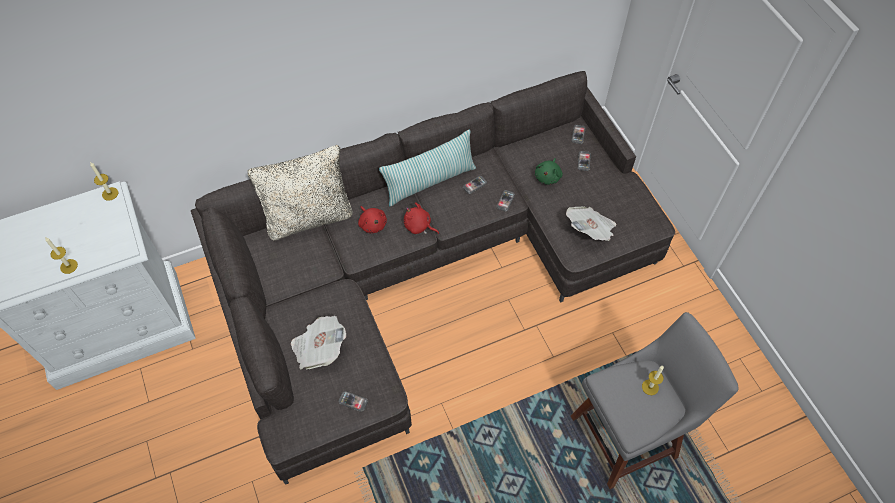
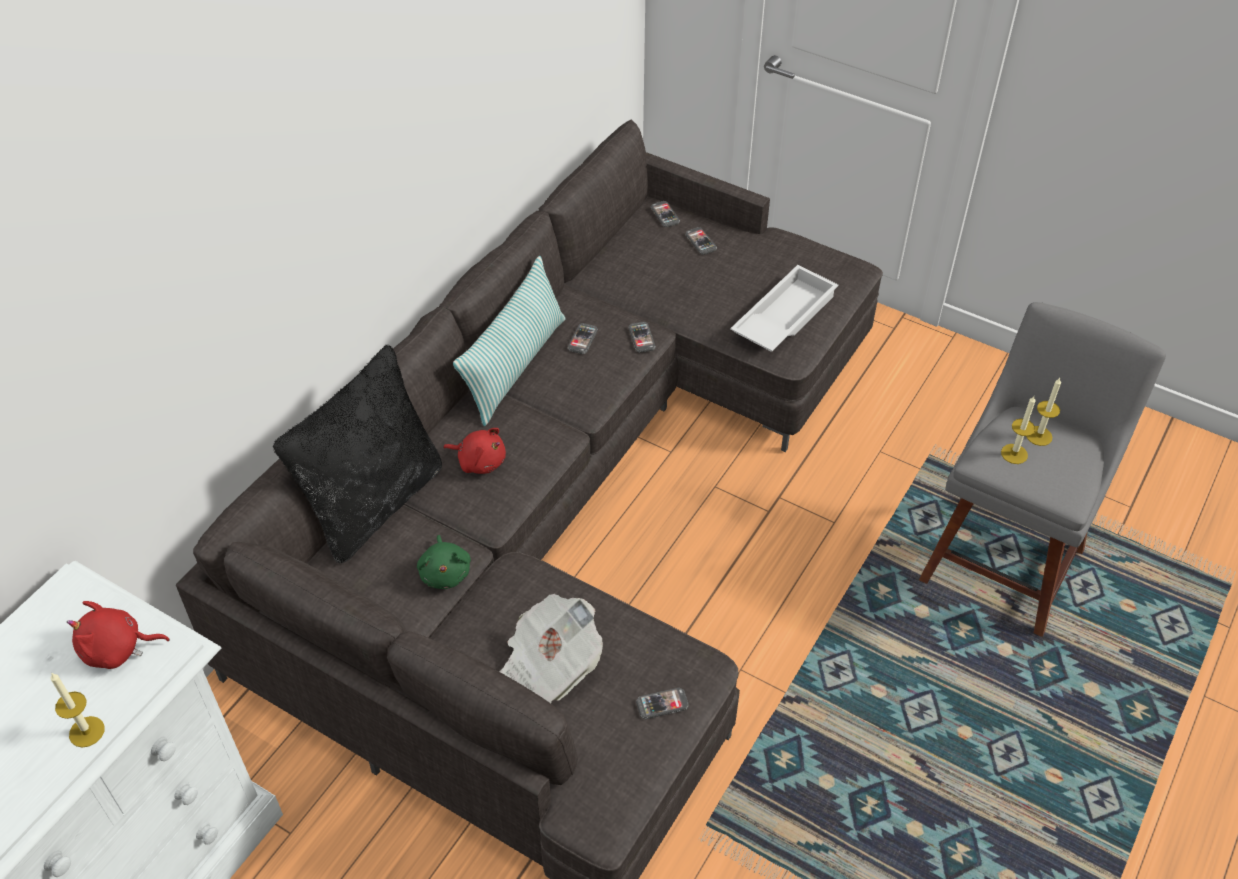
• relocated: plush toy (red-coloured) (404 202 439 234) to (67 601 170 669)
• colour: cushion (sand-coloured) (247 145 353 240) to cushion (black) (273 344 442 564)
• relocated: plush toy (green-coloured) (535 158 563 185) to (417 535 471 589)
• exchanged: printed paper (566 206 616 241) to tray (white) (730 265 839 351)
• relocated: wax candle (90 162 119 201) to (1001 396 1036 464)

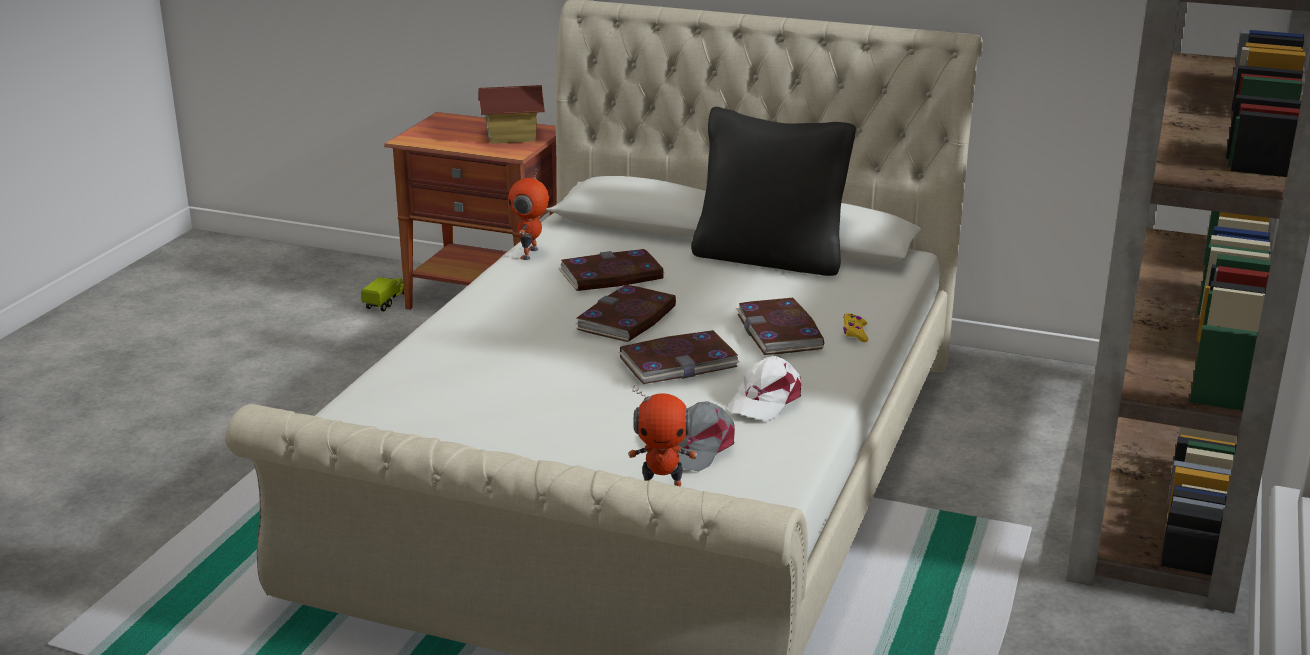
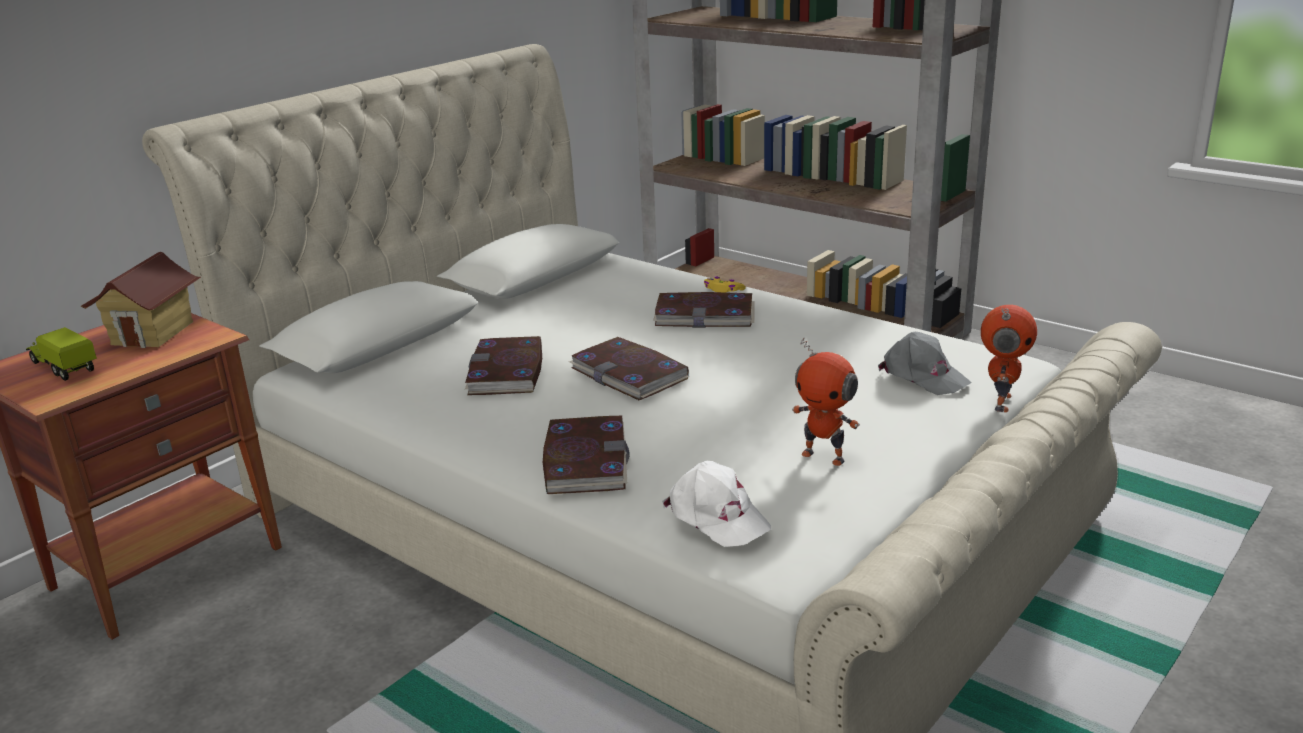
• relocated: model truck (361 277 404 311) to (26 327 97 381)
• relocated: book (618 330 740 384) to (543 416 629 494)
• relocated: baseball cap (white) (729 356 801 421) to (662 461 771 547)
• relocated: robot figure (508 167 549 260) to (792 338 860 466)
• missing: cushion (black) (691 107 856 276)

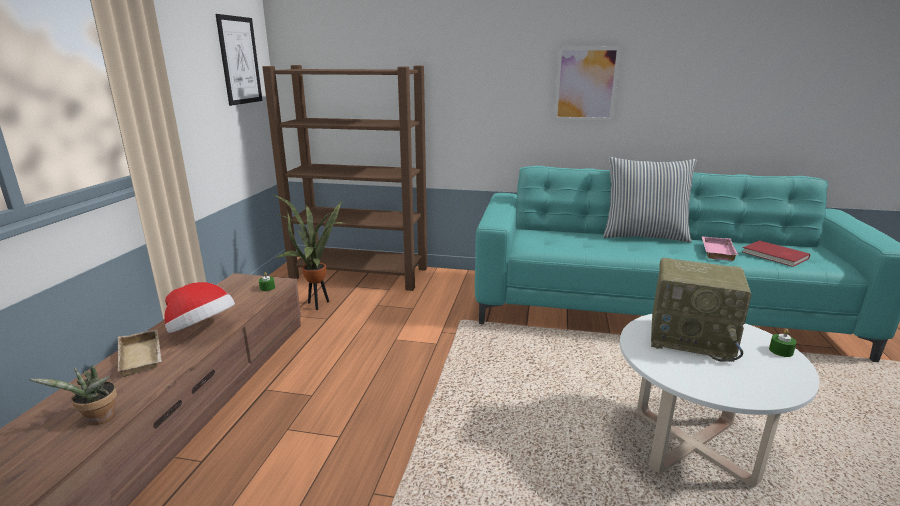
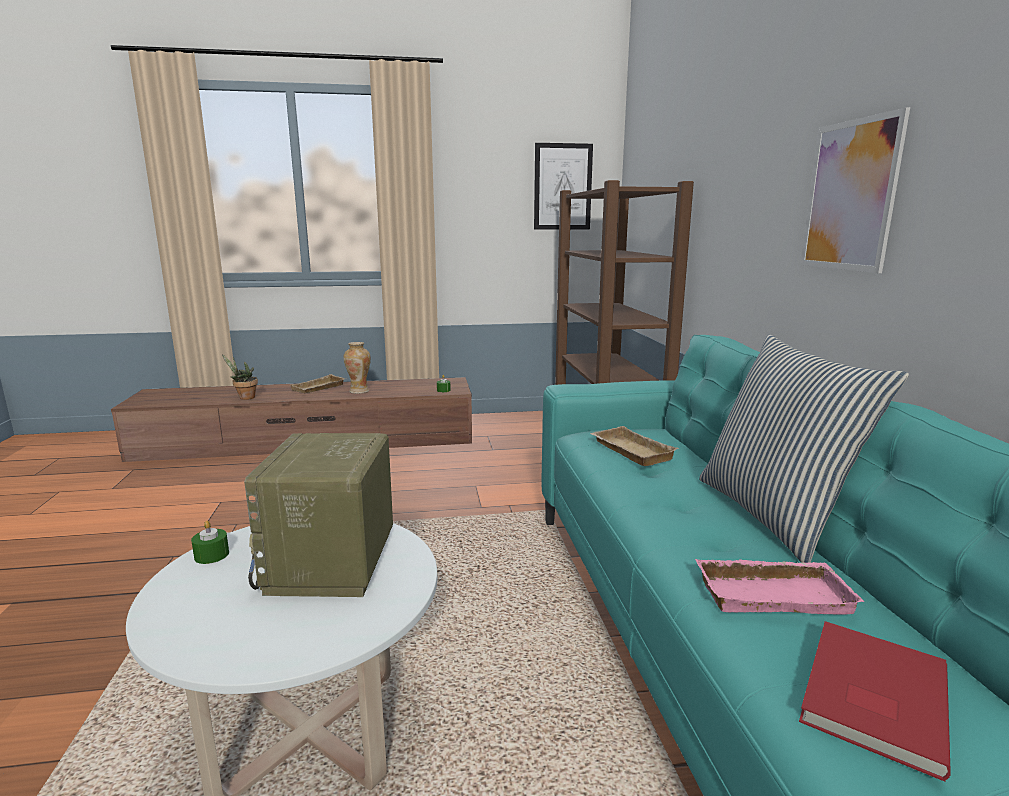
• relocated: wax candle (green-coloured) (769 329 797 357) to (191 521 229 564)
• exchanged: hat (165 282 235 334) to vase (343 342 371 394)
• appeared: tray (sand-coloured) (590 426 679 466)
• missing: potted plant (271 194 343 310)

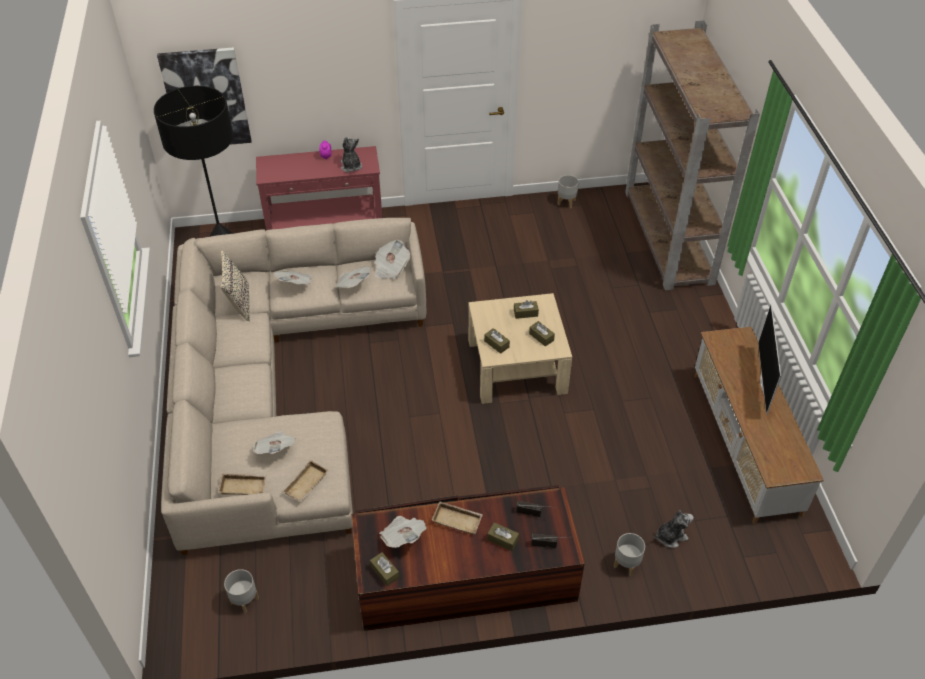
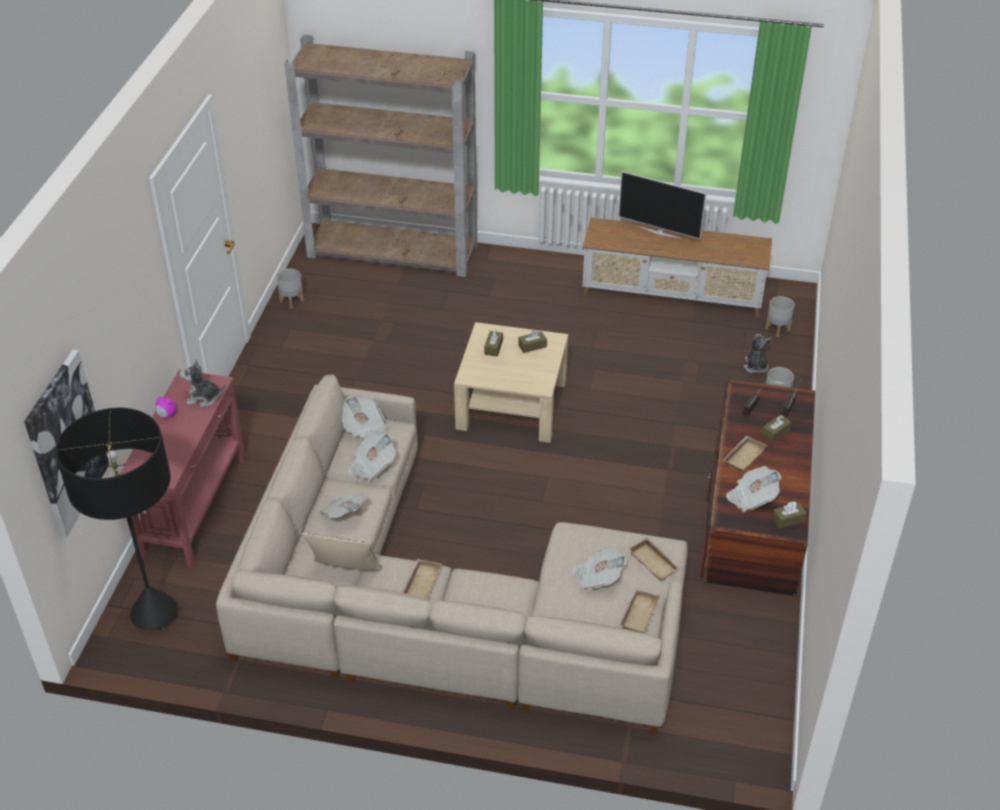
• appeared: tray (sand-coloured) (402 559 442 600)
• relocated: flower pot (grey) (224 569 259 614) to (766 296 794 337)
• missing: tissue box (brown) (484 328 510 354)

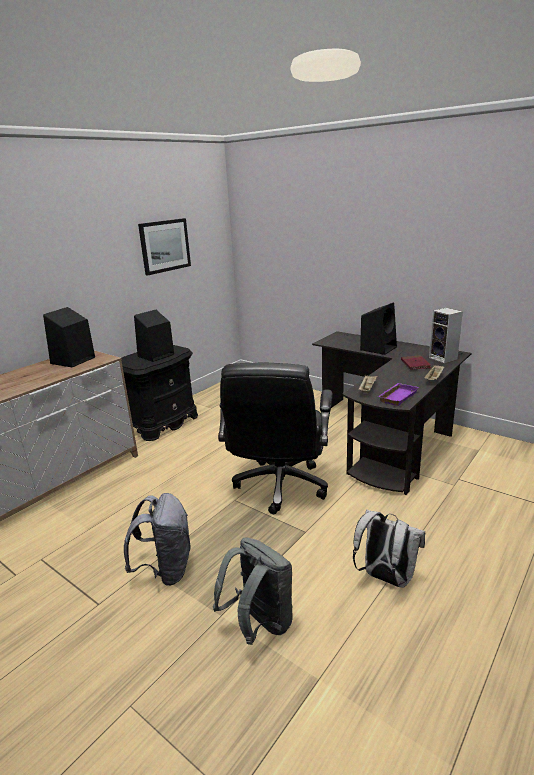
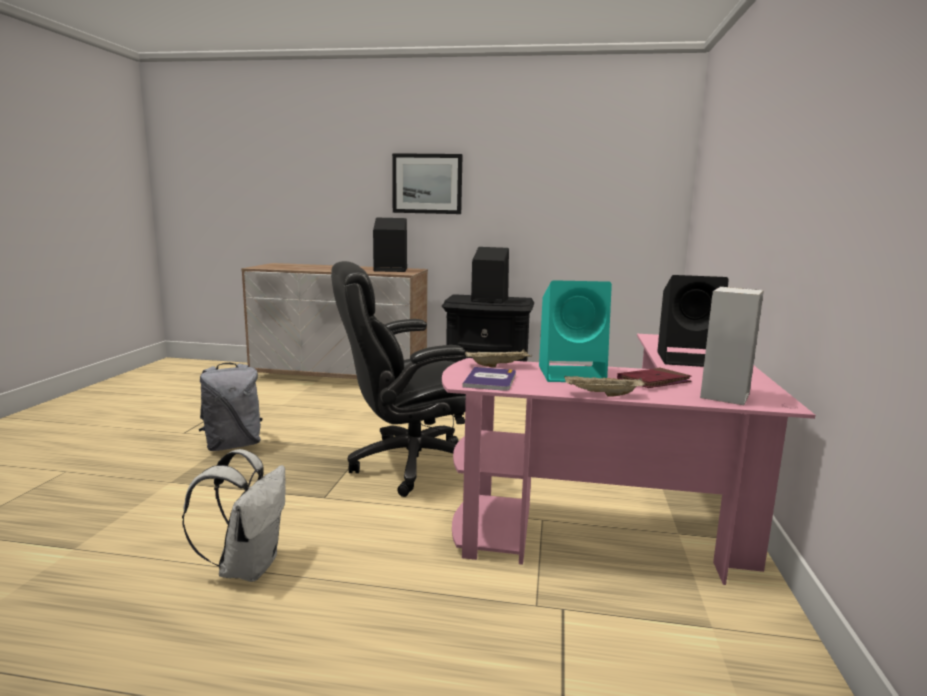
• relocated: picture (138 218 191 276) to (392 153 463 214)
• colour: desk table (black) (312 331 471 495) to desk table (pink) (442 334 815 585)
• exchanged: tray (purple-coloured) (378 383 419 406) to book (462 367 516 391)
• appeared: audio speaker (turquoise) (539 280 612 382)
• missing: backpack (grey) (213 537 293 645)

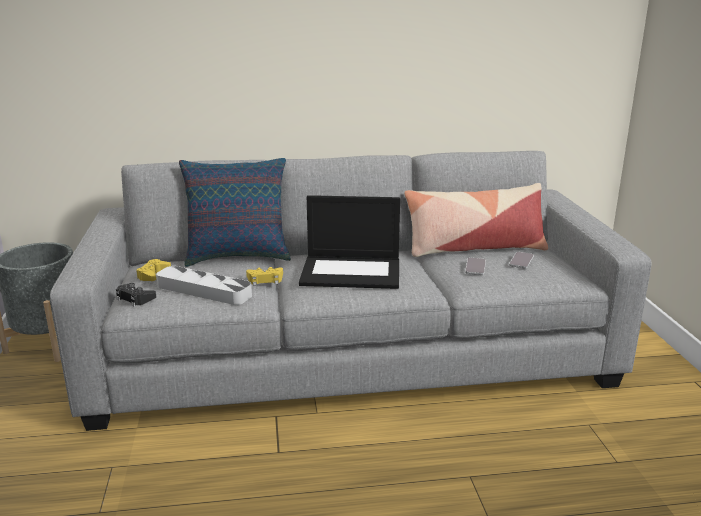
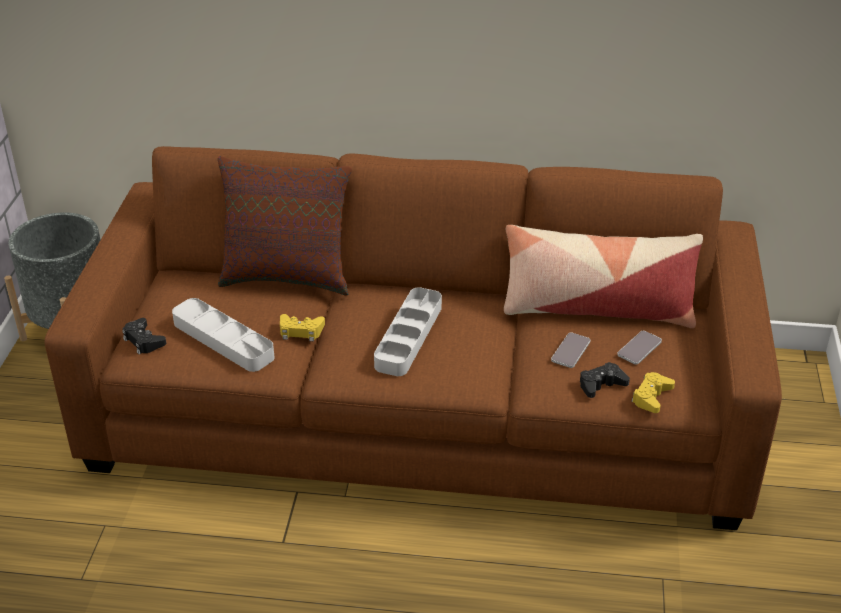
• colour: sofa (grey) (50 151 652 431) to sofa (brown) (45 146 782 530)
• colour: cushion (blue-coloured) (179 158 291 267) to cushion (brown) (218 156 352 296)
• exchanged: portable computer (299 195 400 289) to tray (grey) (374 287 442 376)
• appeared: game controller (black) (580 362 630 398)
• relocated: game controller (yellow-coloured) (137 259 171 281) to (631 372 675 413)

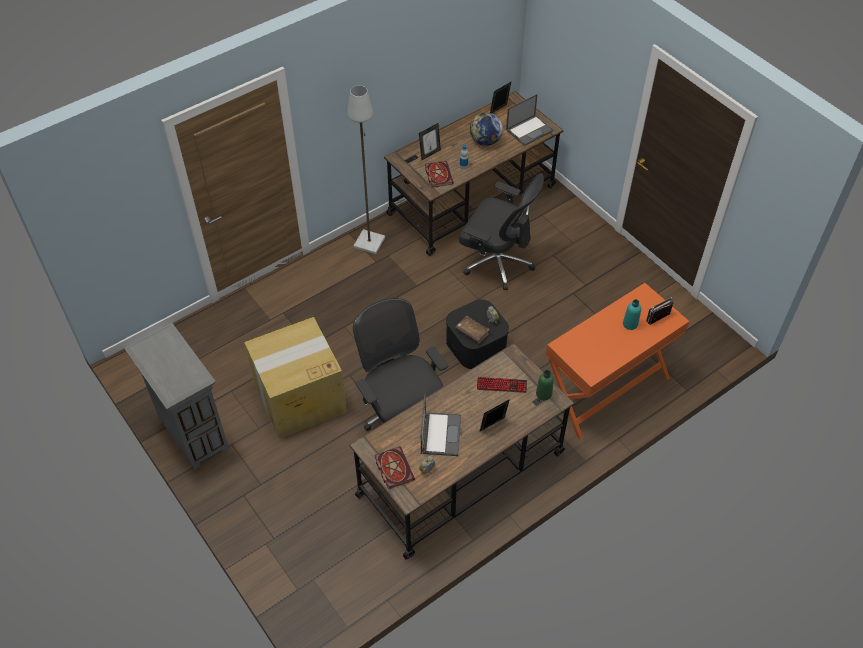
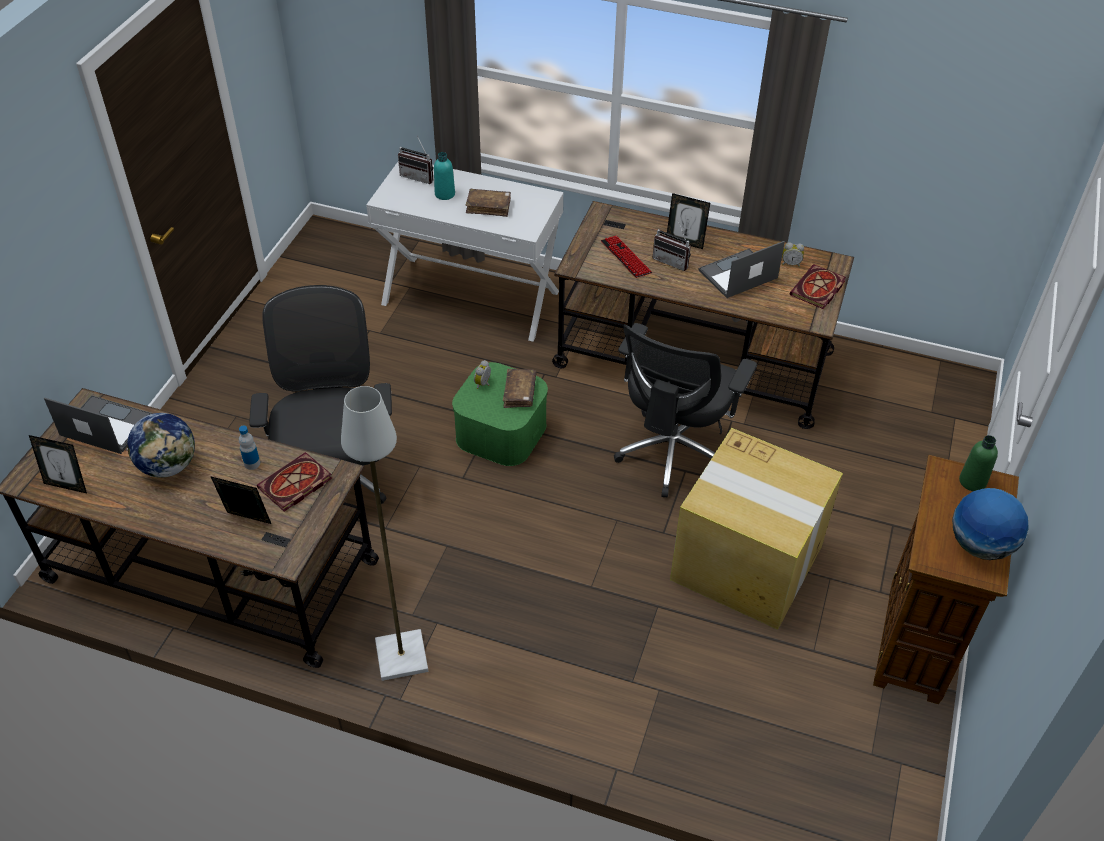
• colour: narrow table (orangey) (546 283 689 440) to narrow table (white) (366 162 564 342)
• colour: storage box (black) (446 299 509 369) to storage box (green-coloured) (452 362 548 466)
• appeared: book (brown) (466 189 511 217)
• appeared: radio receiver (653 219 691 271)
• colour: cabinet (grey) (124 323 229 470) to cabinet (brown) (873 454 1019 704)
• appeared: desk globe (952 488 1029 560)
• relocated: drink bottle (green-coloured) (536 370 554 401) to (959 435 998 491)

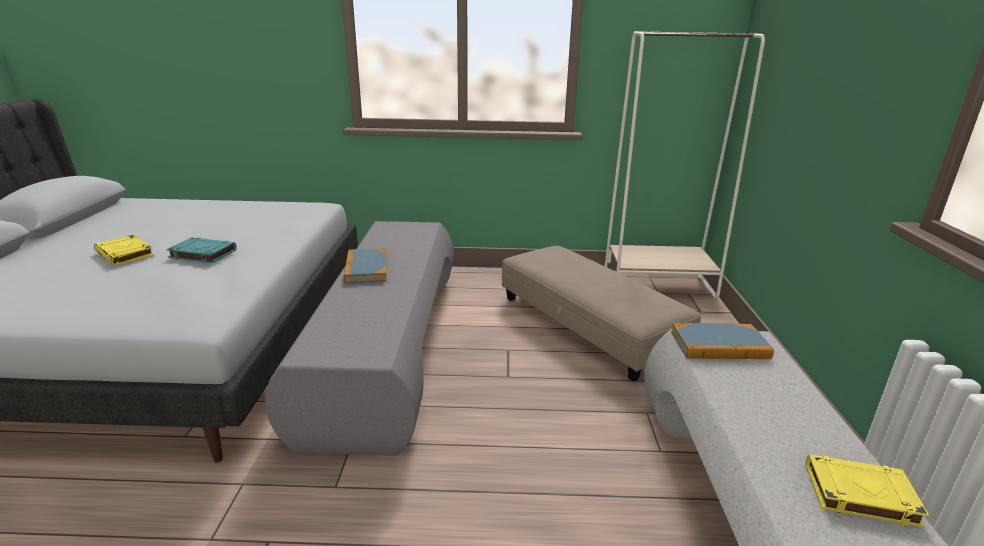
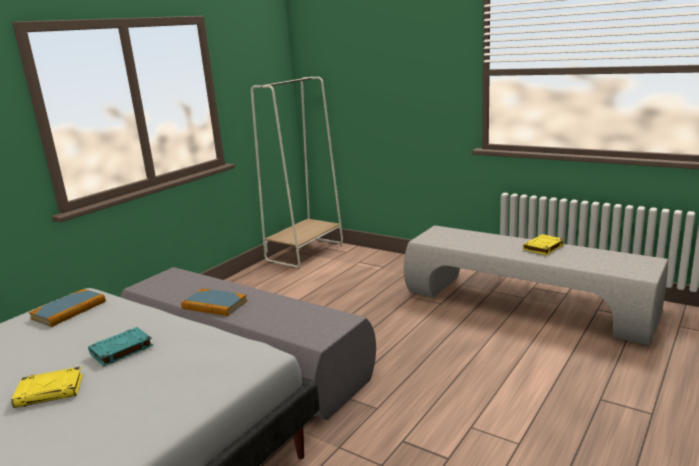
• relocated: book (671 323 774 359) to (29 289 106 327)
• missing: footrest (sand-coloured) (502 246 701 382)

